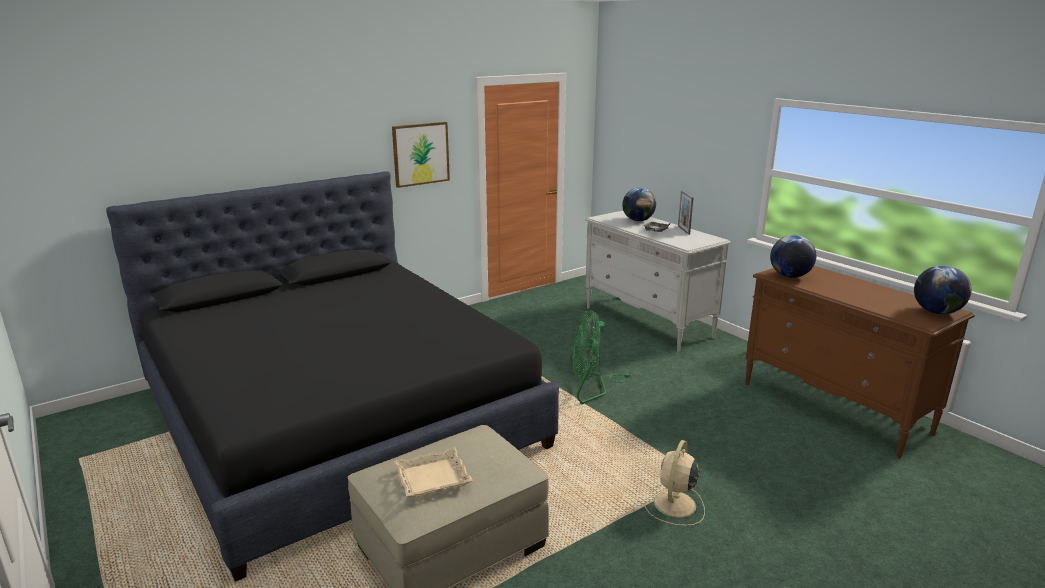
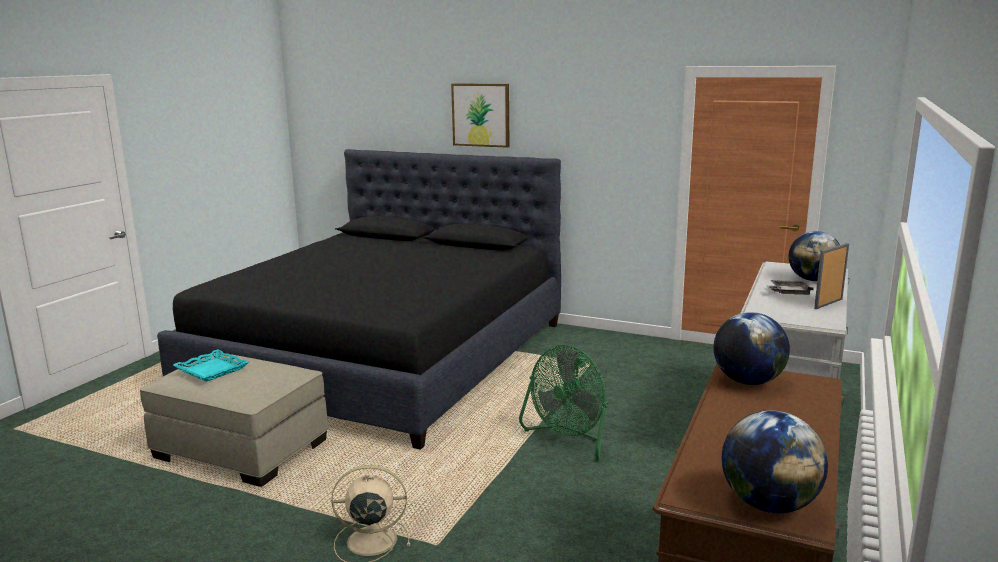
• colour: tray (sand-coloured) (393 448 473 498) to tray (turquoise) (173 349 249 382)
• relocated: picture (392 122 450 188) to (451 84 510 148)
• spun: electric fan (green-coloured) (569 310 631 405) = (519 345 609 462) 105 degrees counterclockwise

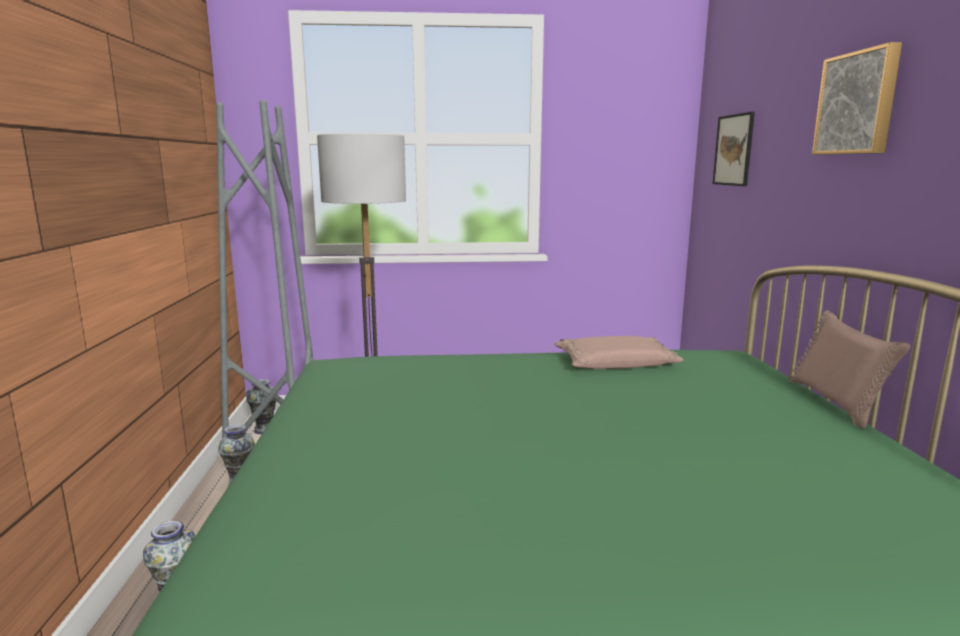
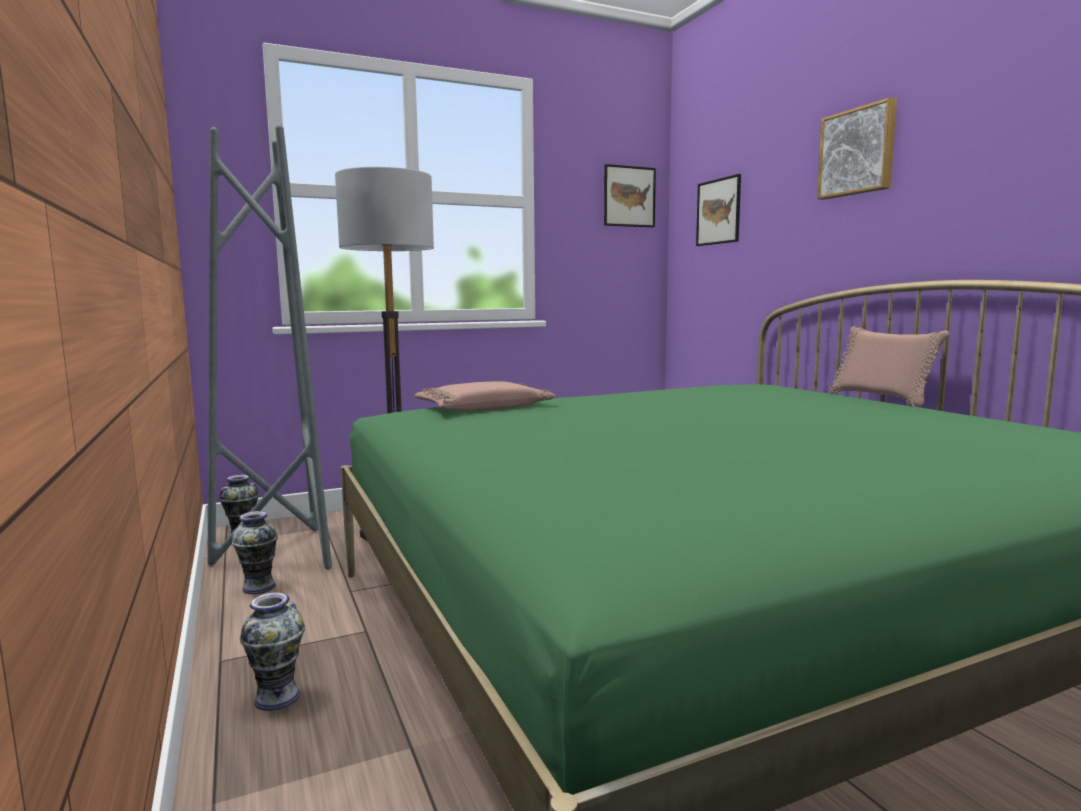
• relocated: cushion (sand-coloured) (554 336 684 369) to (414 381 556 412)
• appeared: picture (604 164 656 227)

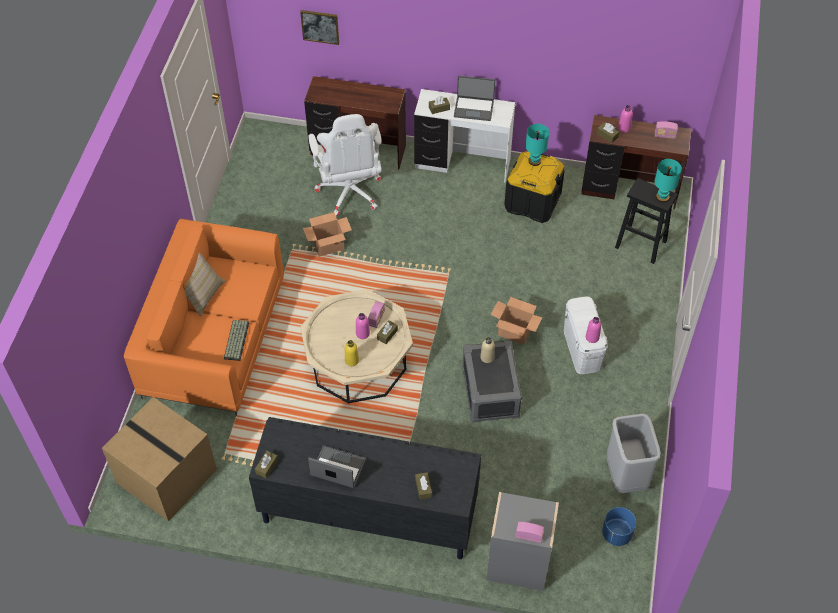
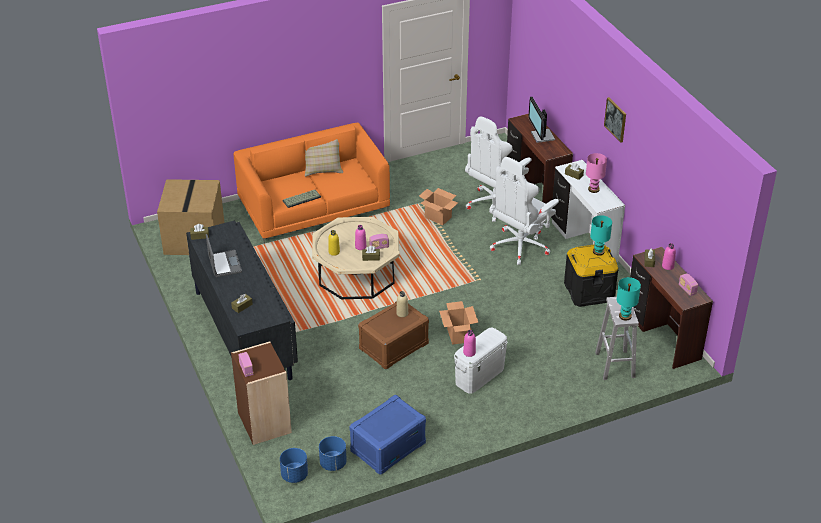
• colour: shelving unit (grey) (486 492 559 591) to shelving unit (brown) (231 341 292 445)
• appeared: flower pot (blue-coloured) (280 448 308 483)
• exchanged: rubbish bin (grey) (606 414 661 493) to storage box (blue-coloured) (349 395 426 475)
• colour: storage box (grey) (462 340 522 423) to storage box (brown) (358 301 429 369)
• appeared: office chair (white) (489 157 559 265)
• appeared: computer display (528 97 555 143)
• exchanged: portable computer (454 76 495 121) to lamp for a table (pink) (586 153 607 193)
• colour: sitting stool (black) (615 178 678 264) to sitting stool (white) (595 297 639 380)
• relocated: picture (300 10 339 45) to (604 97 626 142)

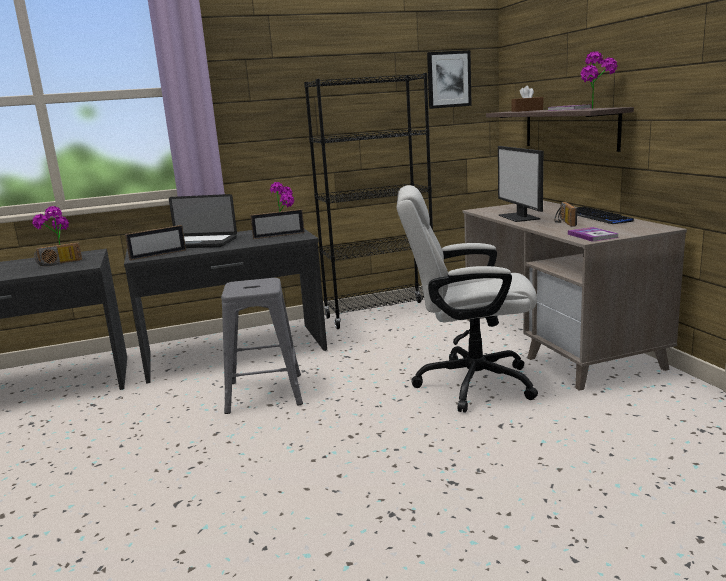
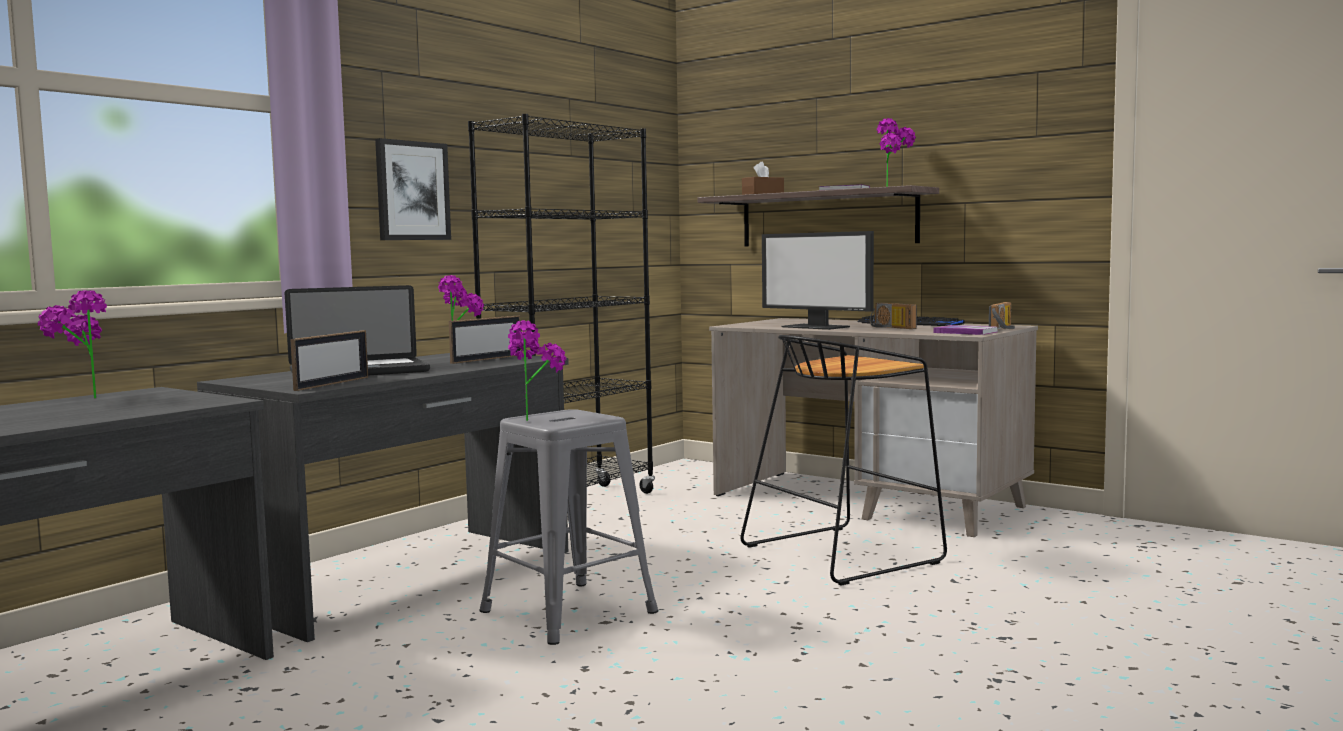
• relocated: picture (427 50 472 109) to (375 138 451 240)
• appeared: potted plant (508 321 566 421)
• exchanged: office chair (white) (397 185 538 413) to sitting stool (black) (740 335 947 586)
• relocated: radio receiver (34 243 82 266) to (989 302 1015 330)

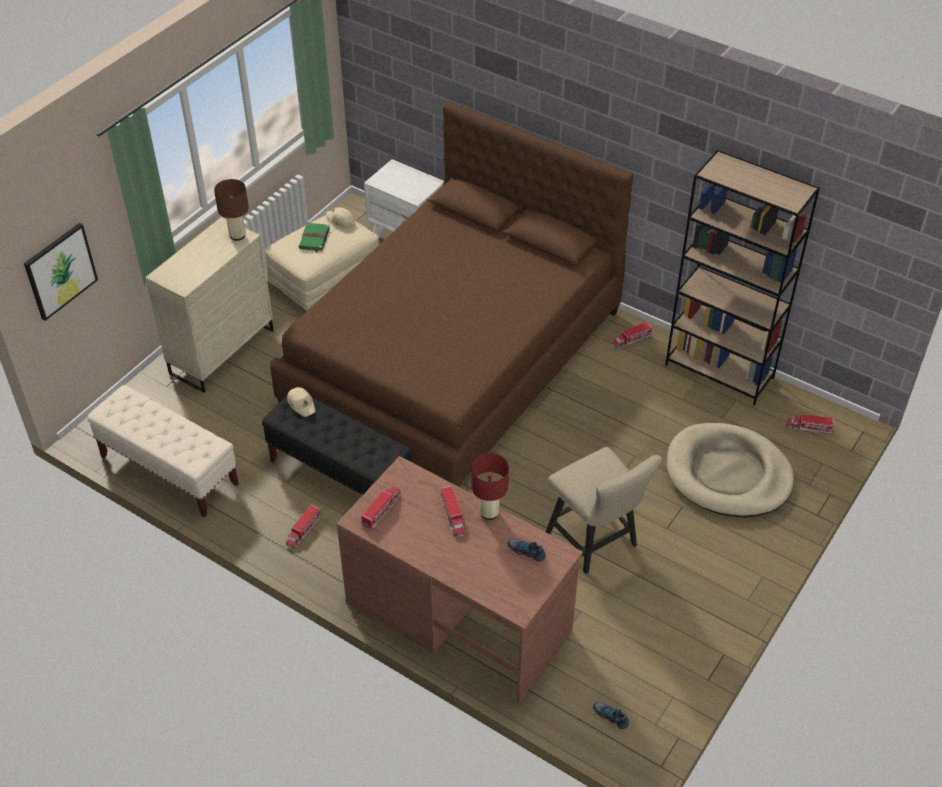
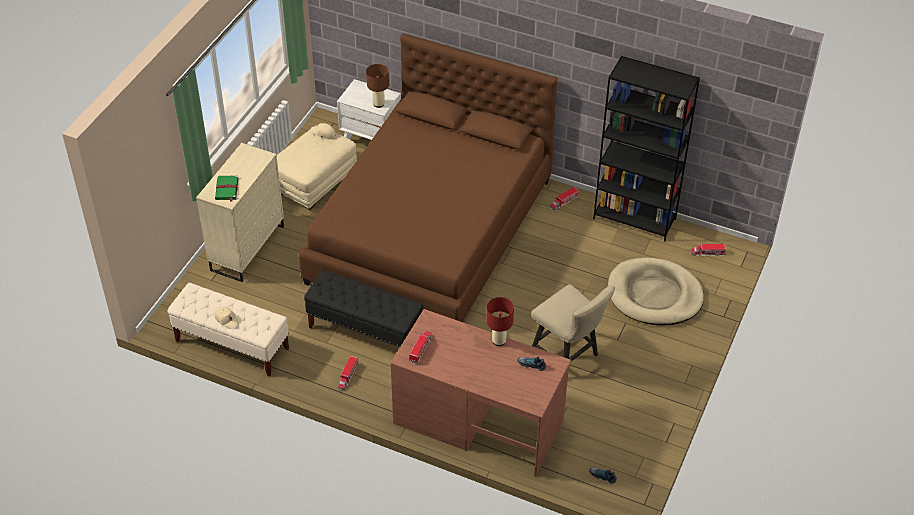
• relocated: baseball cap (sand-coloured) (287 387 316 417) to (214 306 239 329)
• relocated: book (green-coloured) (299 223 330 253) to (215 175 239 202)
• relocated: lamp for a table (brown) (214 179 249 241) to (366 64 389 108)
• colour: shelving unit (sand-coloured) (665 150 820 406) to shelving unit (black) (593 56 700 242)
• missing: picture (24 223 98 321)
• missing: model truck (441 486 466 537)

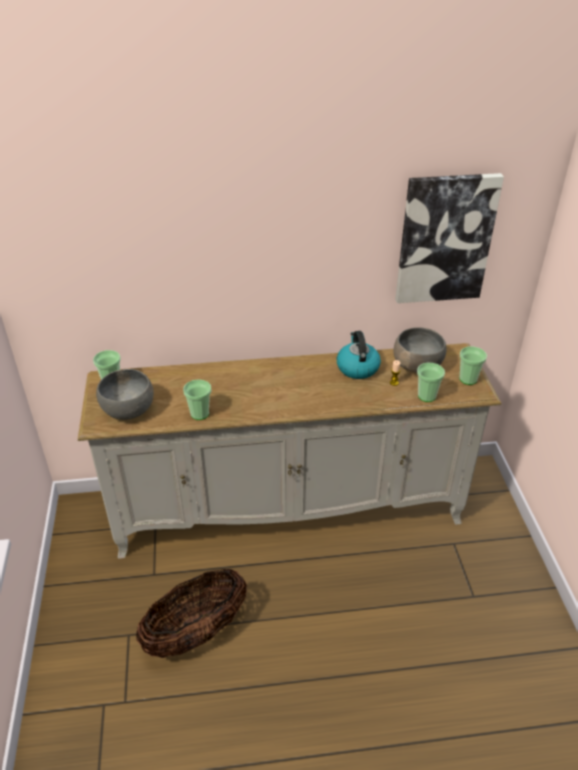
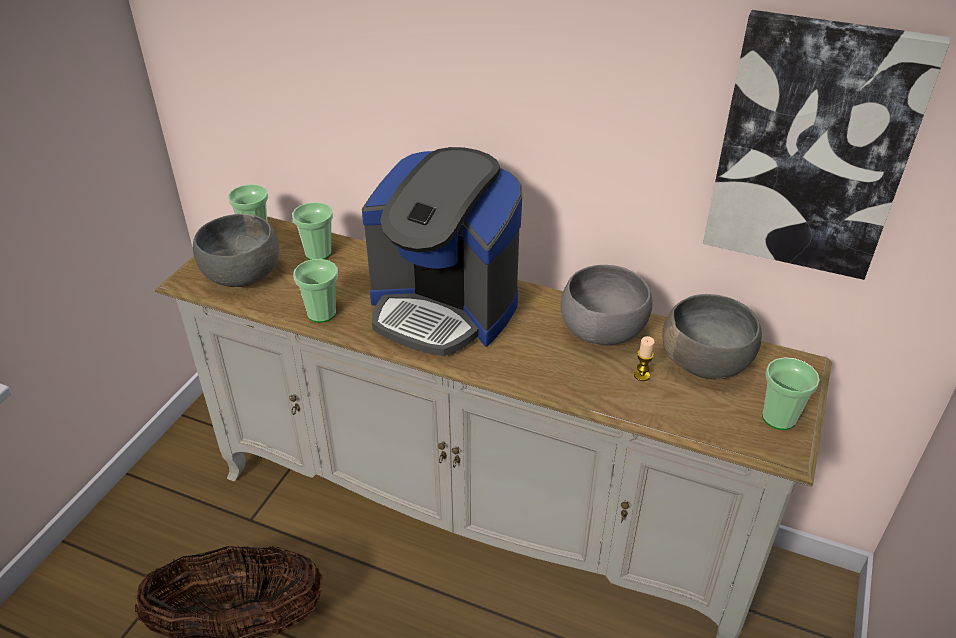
• relocated: drinking cup (417 363 445 402) to (292 202 333 260)
• appeared: coffee maker (362 147 522 356)
• exchanged: water kettle (337 331 381 379) to bowl (grey) (561 265 652 345)

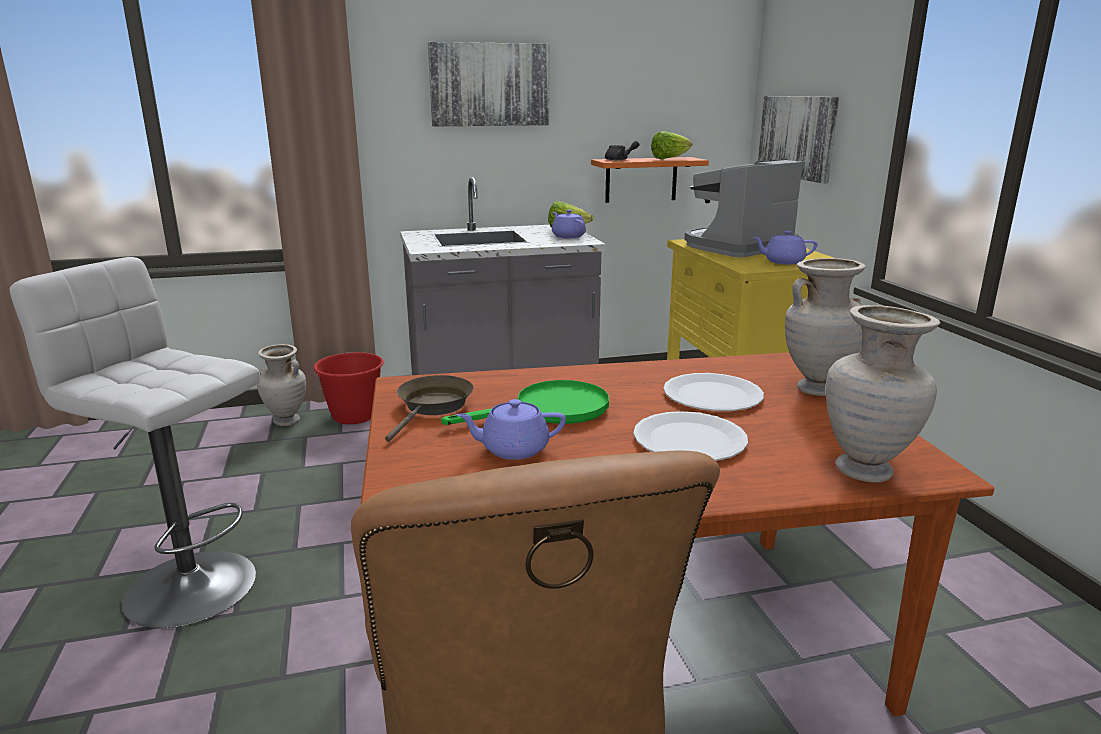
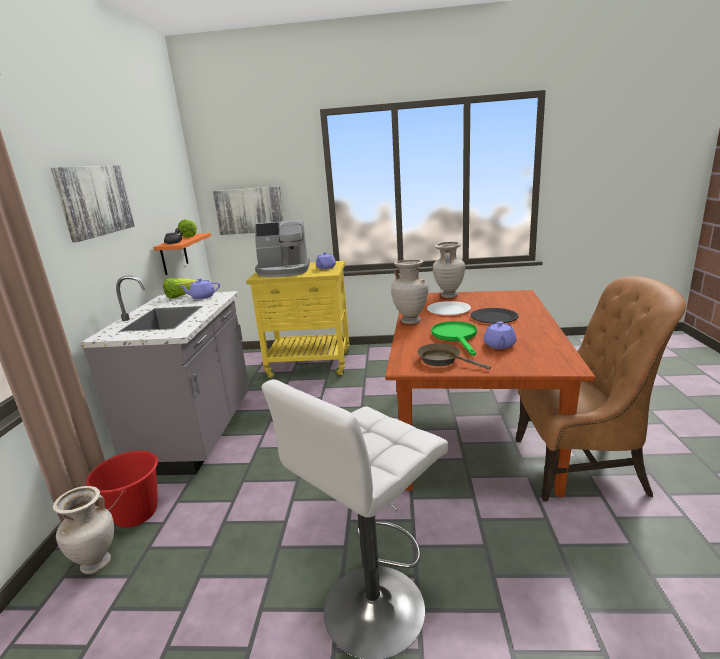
• spun: coffee maker (684 159 803 257) = (255 220 310 277) 75 degrees counterclockwise
• relocated: vase (sand-coloured) (825 305 941 482) to (391 259 429 324)
• colour: flat dish (white) (633 411 748 461) to flat dish (black) (471 308 519 323)

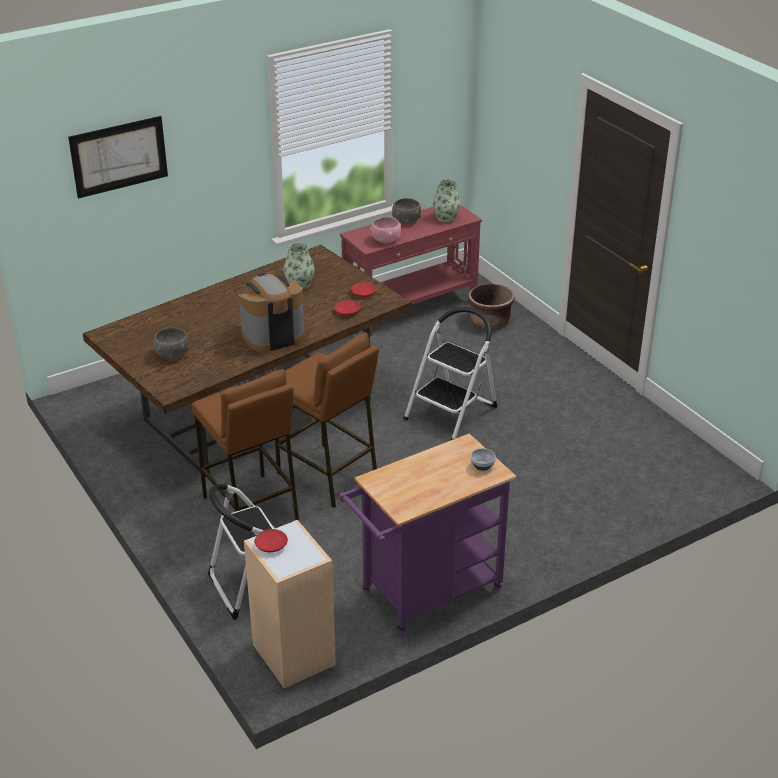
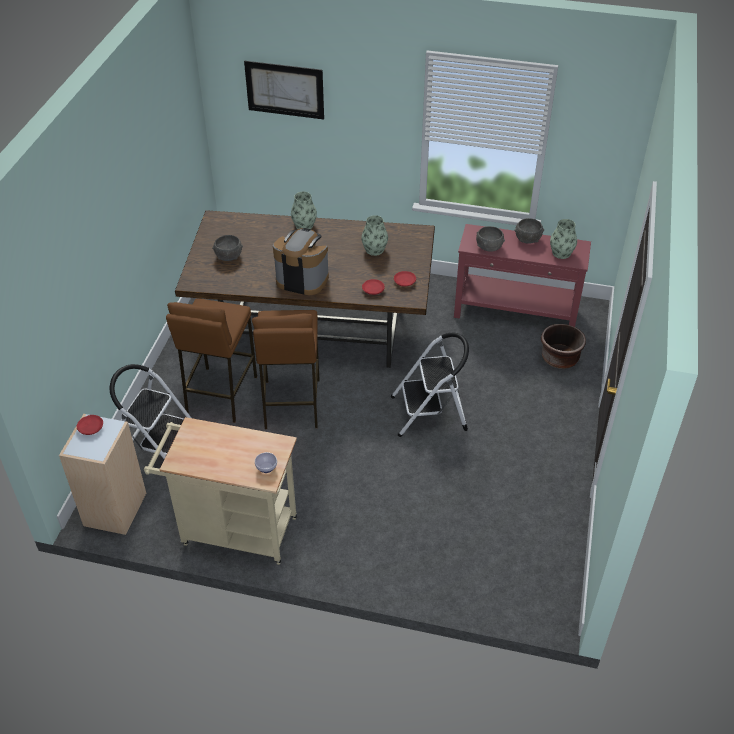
• colour: trolley (purple-coloured) (339 434 516 633) to trolley (sand-coloured) (144 417 297 565)
• appeared: vase (291 192 317 229)
• colour: bowl (pink) (370 217 401 243) to bowl (grey) (476 226 505 252)

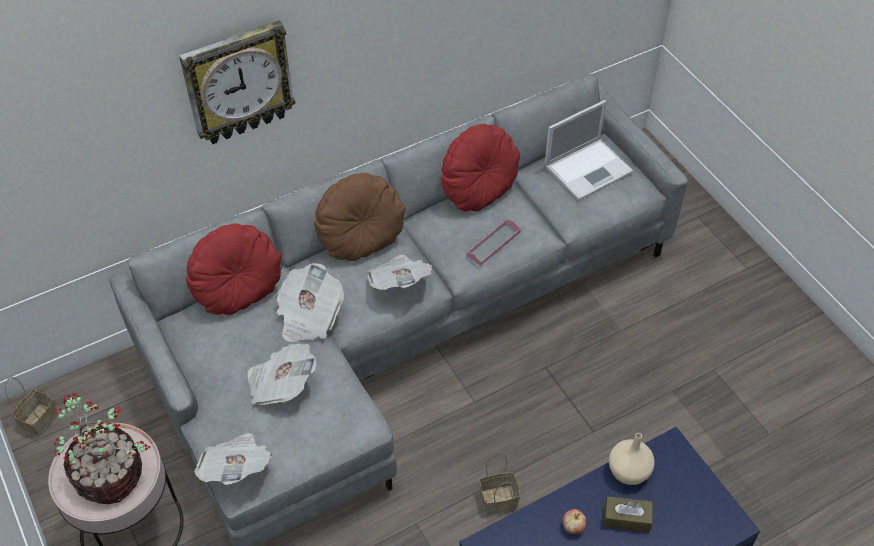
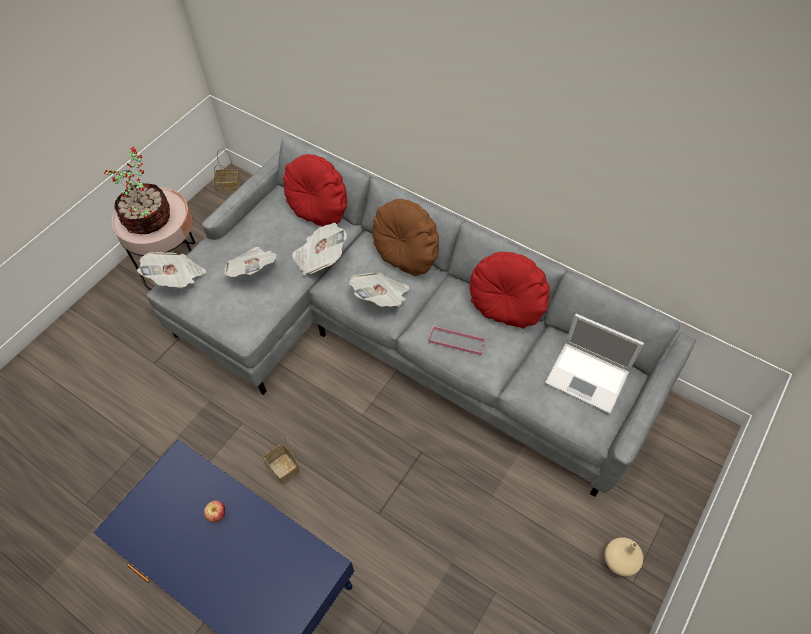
• relocated: vase (sand-coloured) (609 433 655 485) to (605 537 643 576)
• missing: wall clock (179 20 296 144)
• missing: tissue box (brown) (604 496 653 532)

